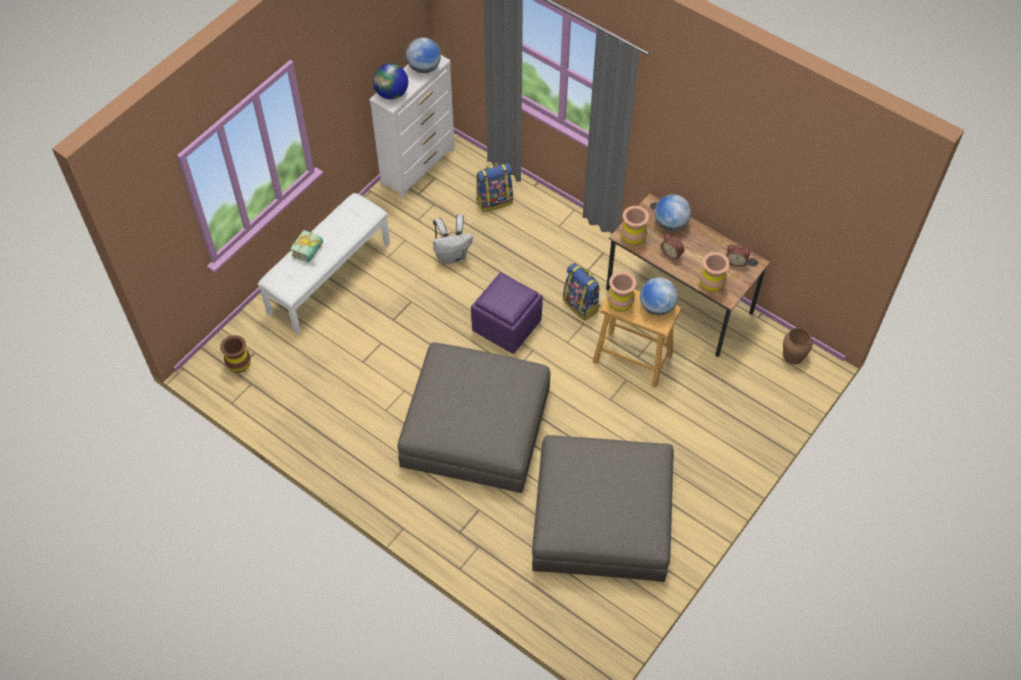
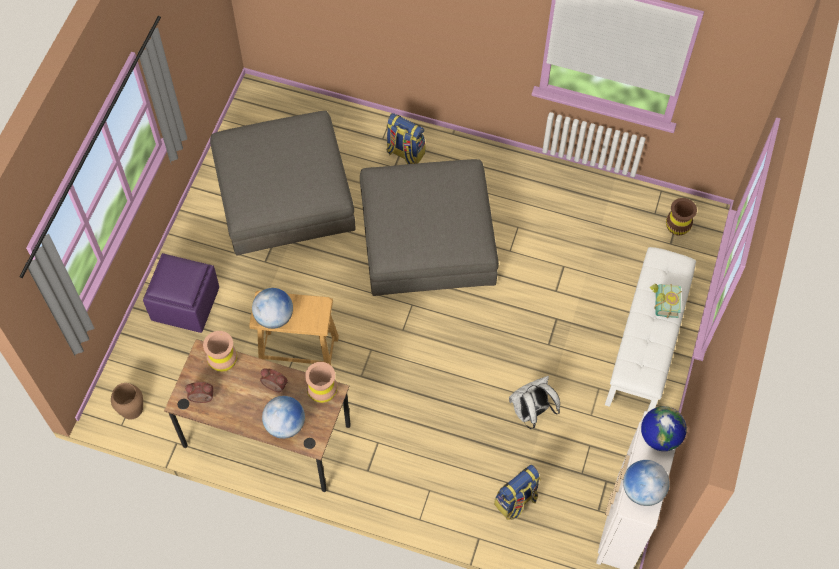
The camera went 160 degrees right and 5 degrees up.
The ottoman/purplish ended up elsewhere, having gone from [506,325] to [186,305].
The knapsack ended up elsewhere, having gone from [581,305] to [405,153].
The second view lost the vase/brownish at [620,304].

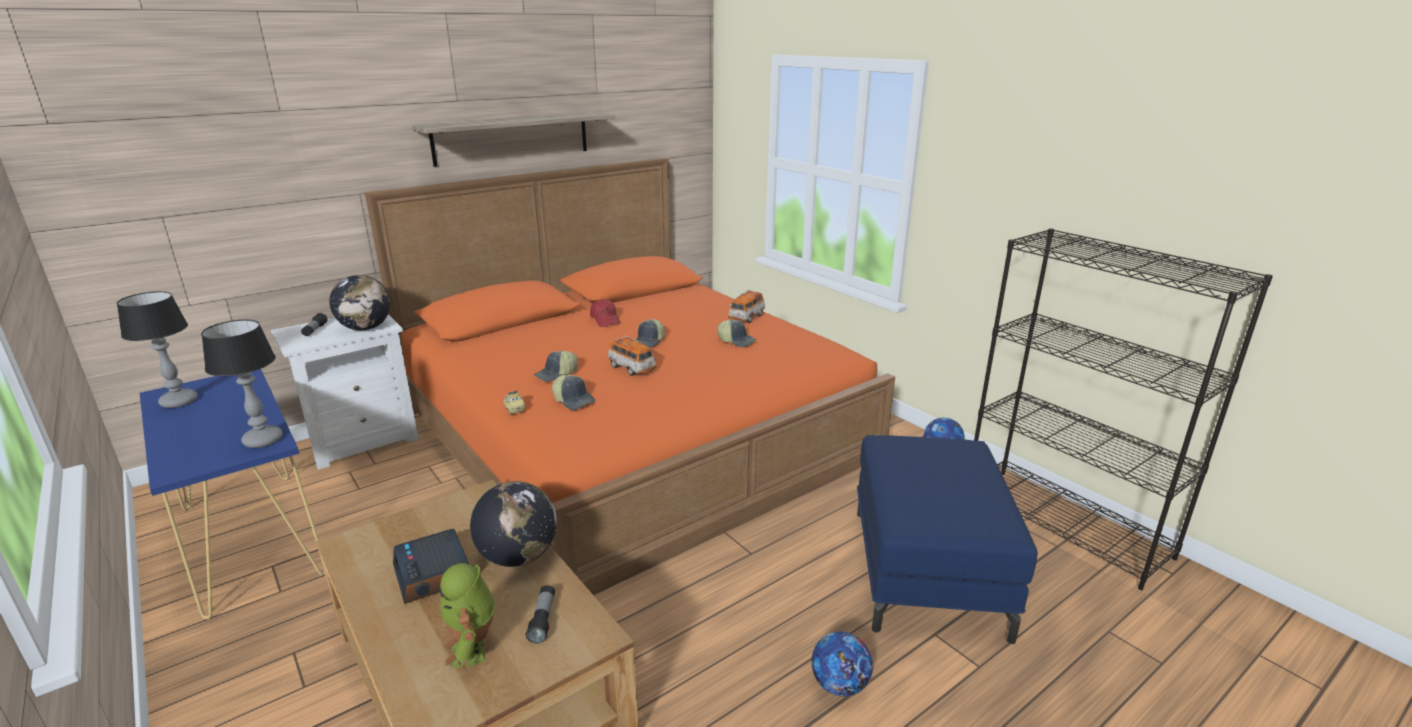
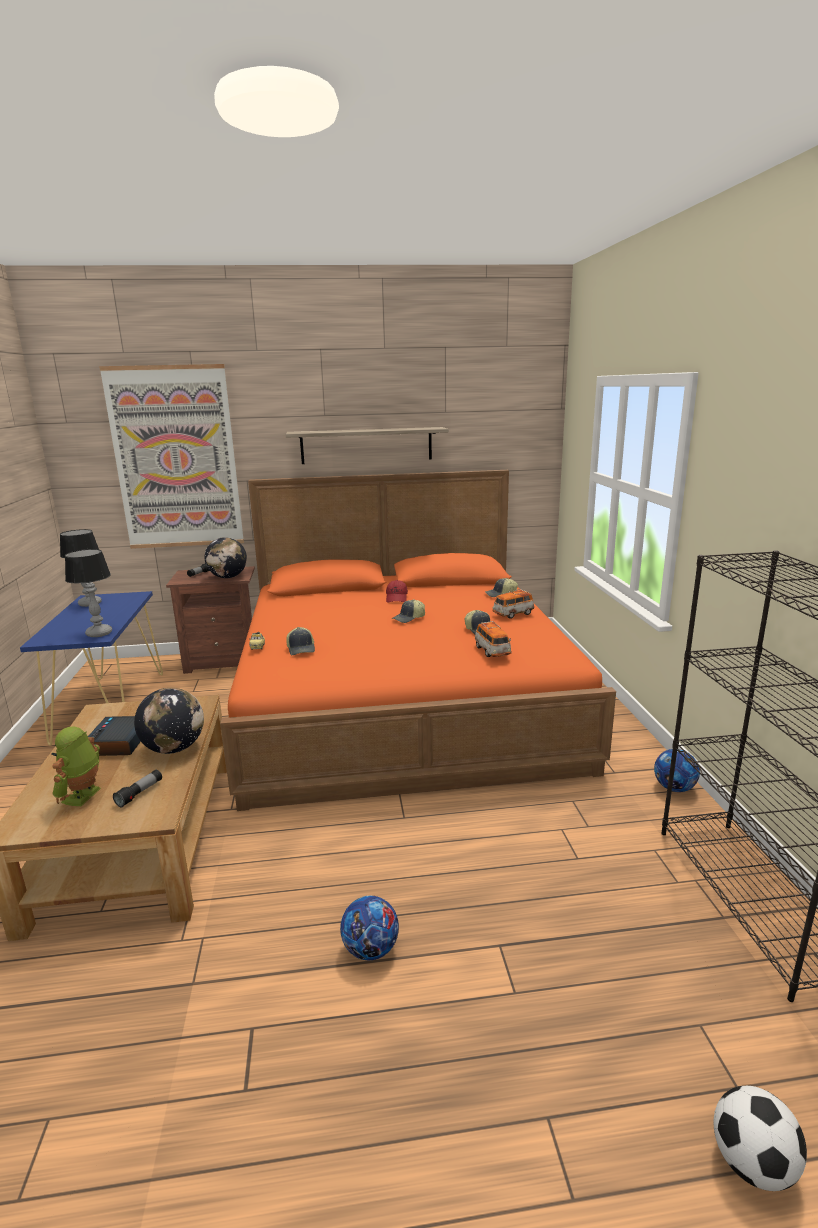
The camera went 30 degrees right and 5 degrees down.
What was the nightstand/whitish at [362,440] turned into the nightstand/brownish at [224,661].
The peaked cap ended up elsewhere, having gone from [556,375] to [501,595].
The toy car ended up elsewhere, having gone from [632,368] to [492,651].
The second view lost the ottoman/bluish at [928,571].
The second view gained the picture at [176,459].
The second view gained the ball for football at [752,1163].

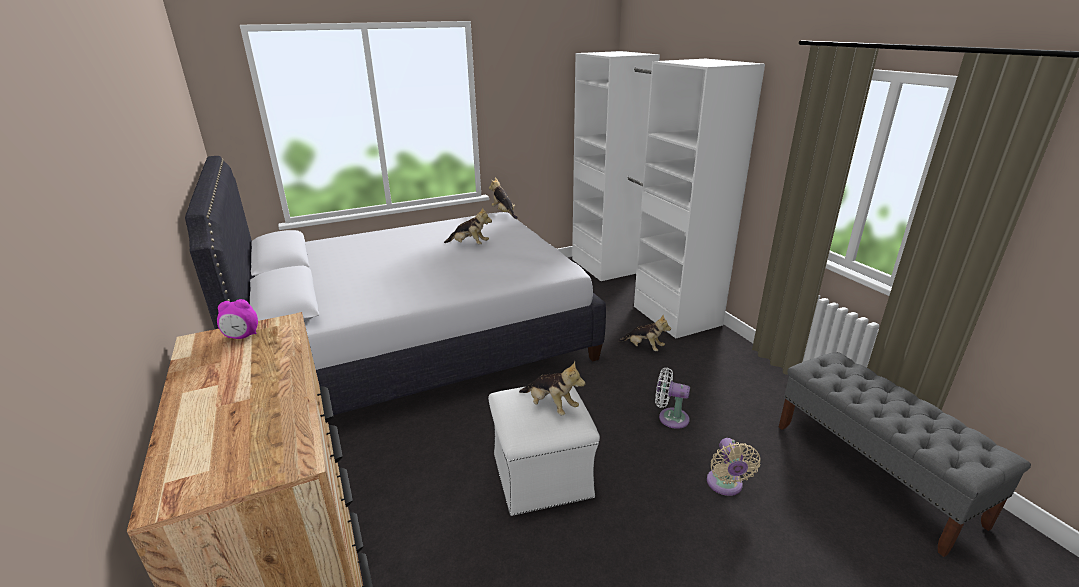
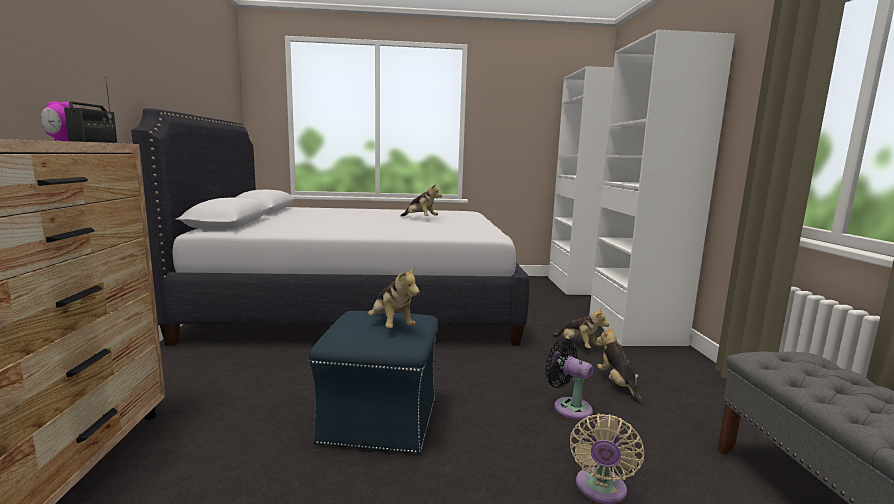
The camera went 20 degrees right and 15 degrees down.
What was the ottoman/whitish at [541,474] turned into the ottoman/bluish at [379,419].
The cuddly toy ended up elsewhere, having gone from [504,213] to [617,384].
What was the electric fan/whitish at [670,417] turned into the electric fan/blackish at [568,407].
The second view gained the radio at [94,142].

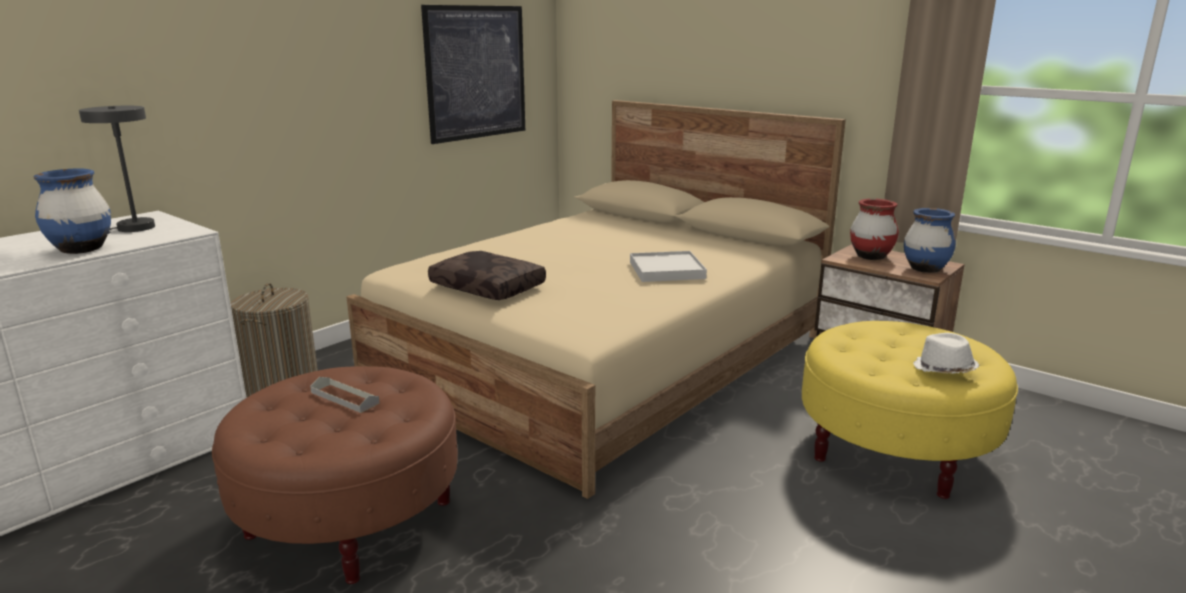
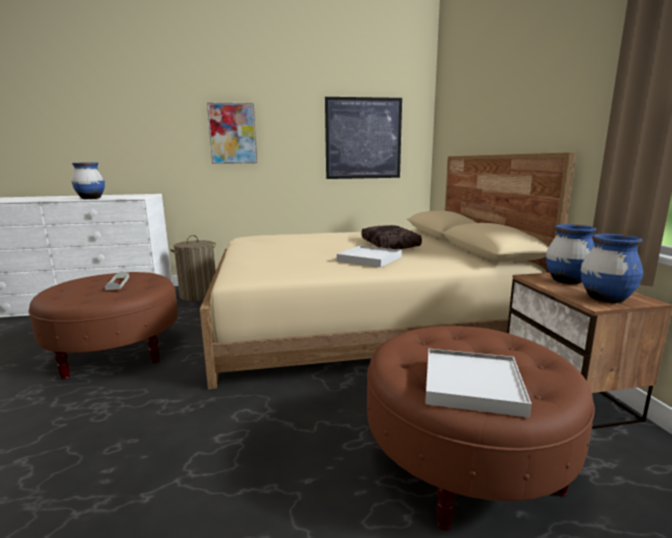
The camera went 40 degrees right and 5 degrees down.
The second view lost the lamp for a table/gray at [129,229].
The throw pillow/brownish ended up elsewhere, having gone from [489,287] to [390,245].
What was the ottoman/yellow at [894,450] turned into the ottoman/brownish at [464,461].
What was the vase/red at [870,257] turned into the vase/bluish at [567,281].
Where the wearable hat/whitish stood at [943,370], the serving tray/whitish came to stand at [472,385].
The second view gained the picture at [232,133].

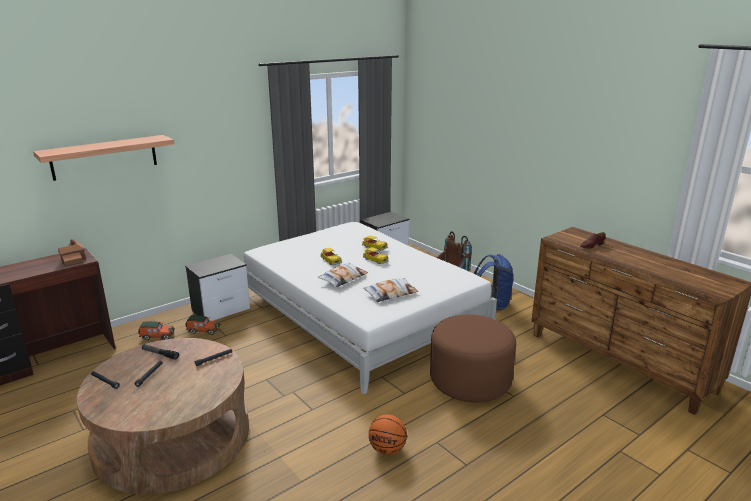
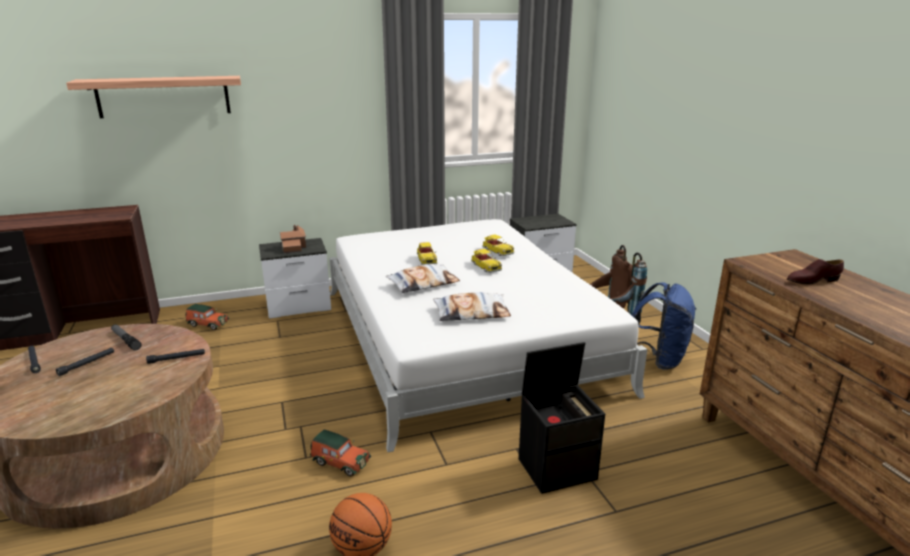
The camera went 20 degrees right and 0 degrees up.
The toy house ended up elsewhere, having gone from [73,259] to [294,247].
The toy car ended up elsewhere, having gone from [203,330] to [339,462].
Where the ottoman/brownish stood at [470,380], the storage box/blackish came to stand at [558,468].

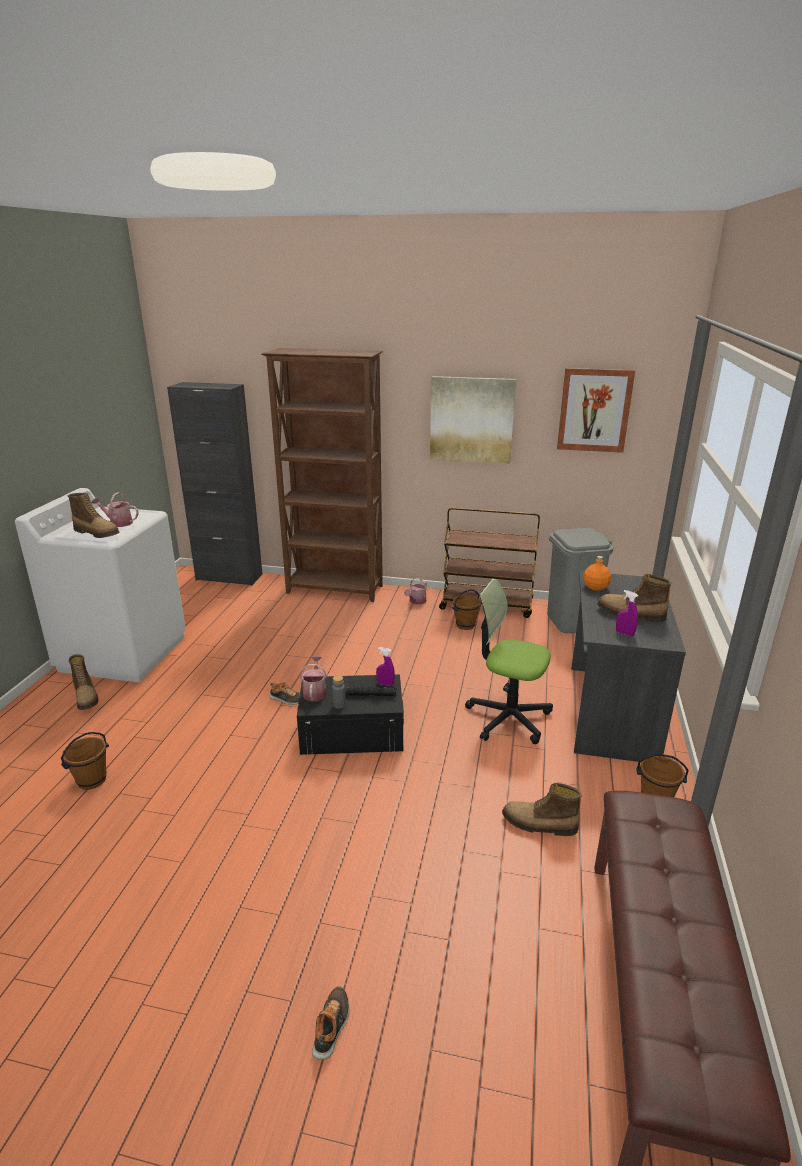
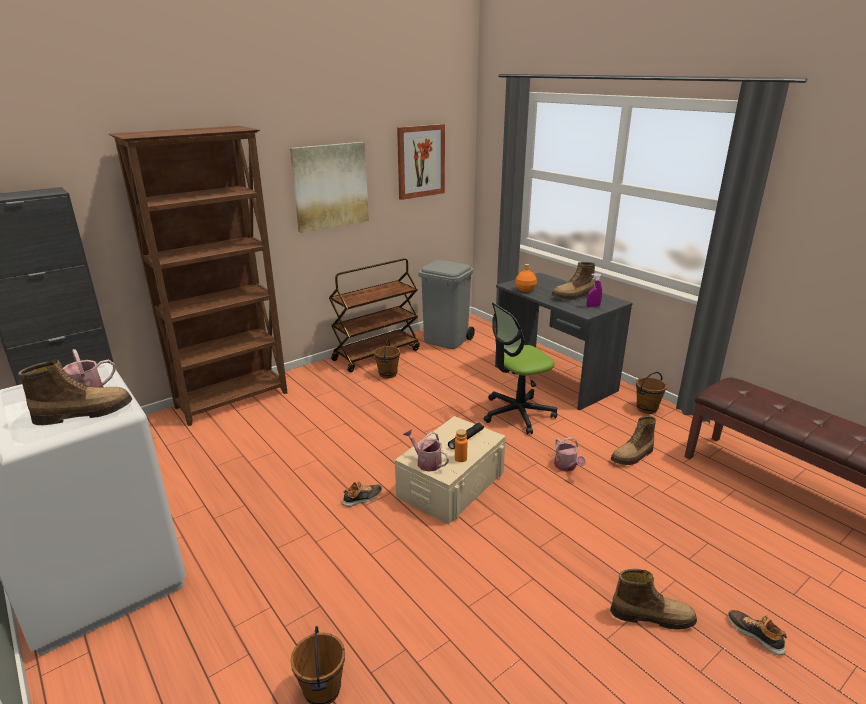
The camera went 50 degrees left and 0 degrees up.
The tall boot ended up elsewhere, having gone from [87,697] to [651,616].
What was the storage box/blackish at [352,731] turned into the storage box/beige at [451,484].
What was the drink bottle/gray at [339,705] turned into the drink bottle/orange at [460,458].
The second view lost the hand sprayer/purplish at [385,684].
The watering pot ended up elsewhere, having gone from [416,601] to [567,467].

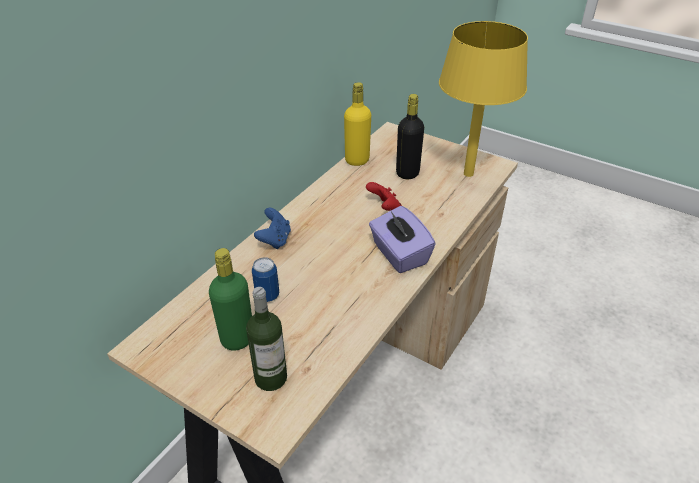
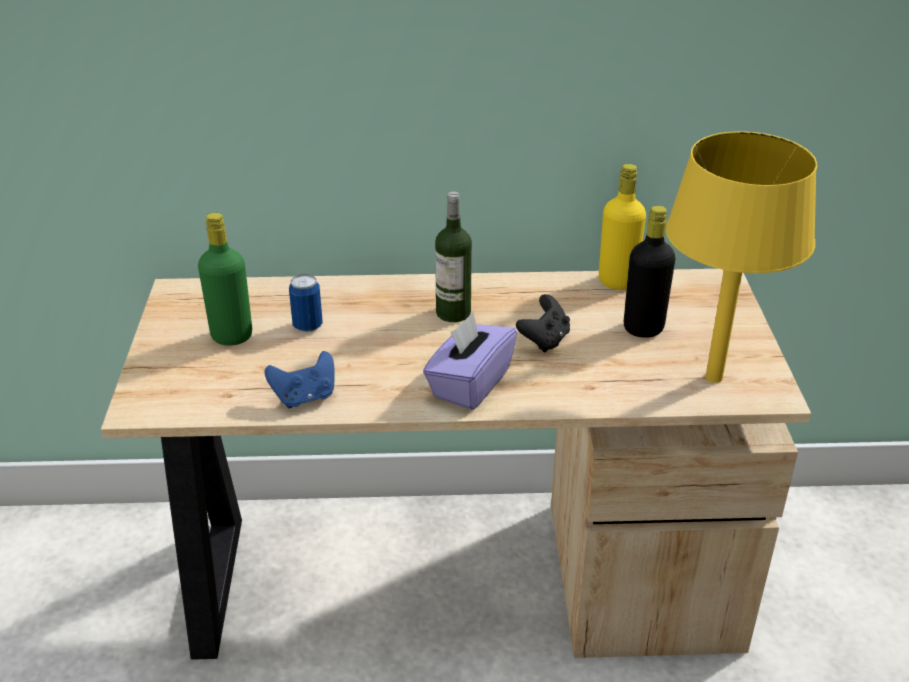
The camera went 55 degrees right and 5 degrees down.
The drink bottle ended up elsewhere, having gone from [271,378] to [453,313].
The gamepad/bluish ended up elsewhere, having gone from [275,240] to [305,397].
What was the gamepad/red at [385,209] turned into the gamepad/blackish at [544,340].

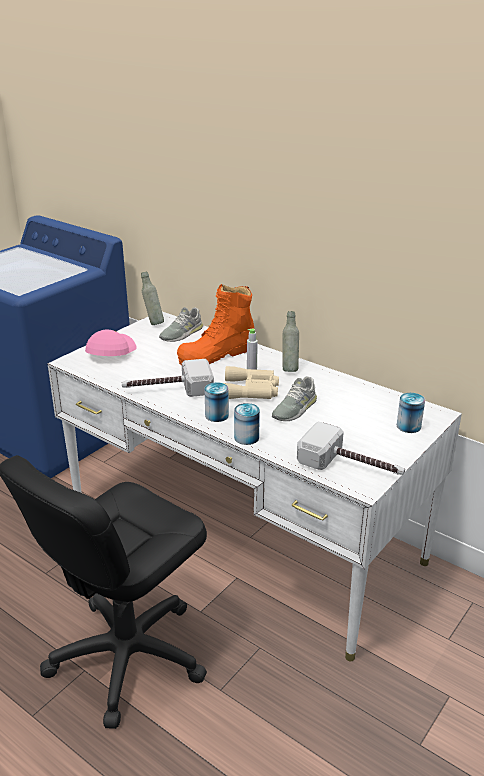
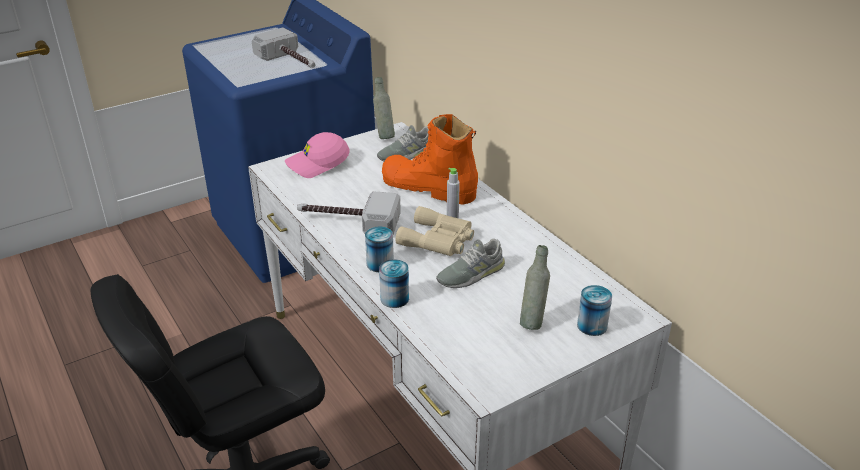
The camera went 20 degrees right and 5 degrees up.
The peaked cap/pink-coloured at [110,352] ended up facing another way, 150 degrees counterclockwise from before.
The tall boot/orange at [217,354] ended up facing another way, 45 degrees clockwise from before.
The drink bottle/gray ended up elsewhere, having gone from [289,369] to [532,321].
The tool hammer ended up elsewhere, having gone from [352,466] to [291,62].

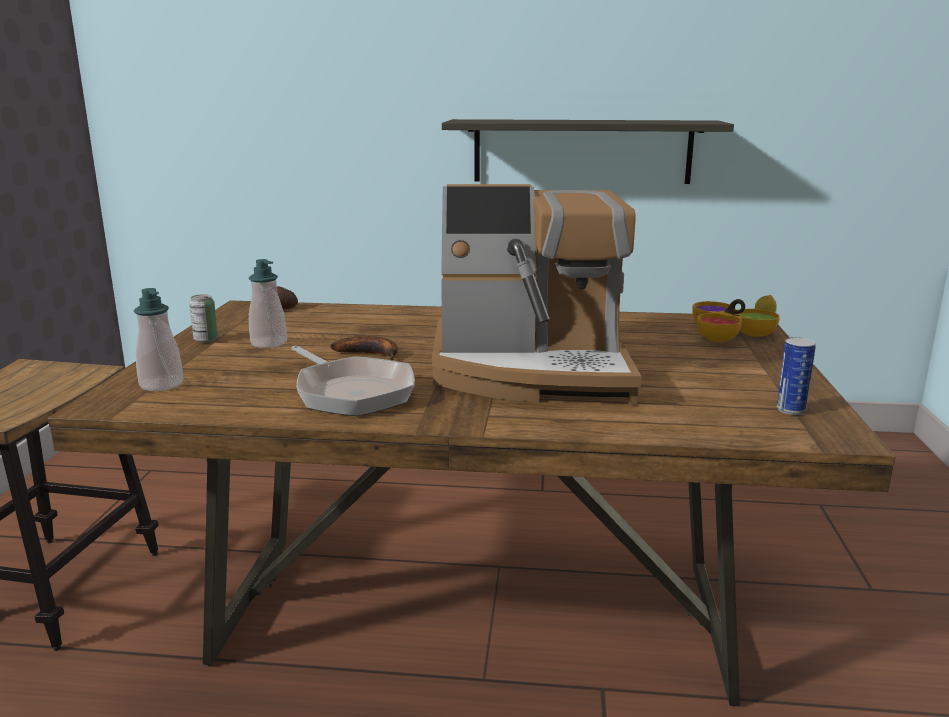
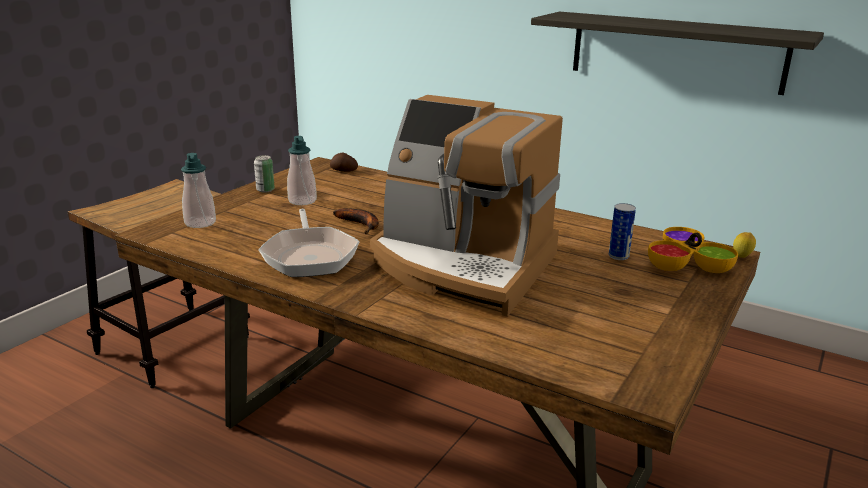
The camera went 25 degrees right and 5 degrees up.
The sealed can ended up elsewhere, having gone from [791,410] to [618,256].

